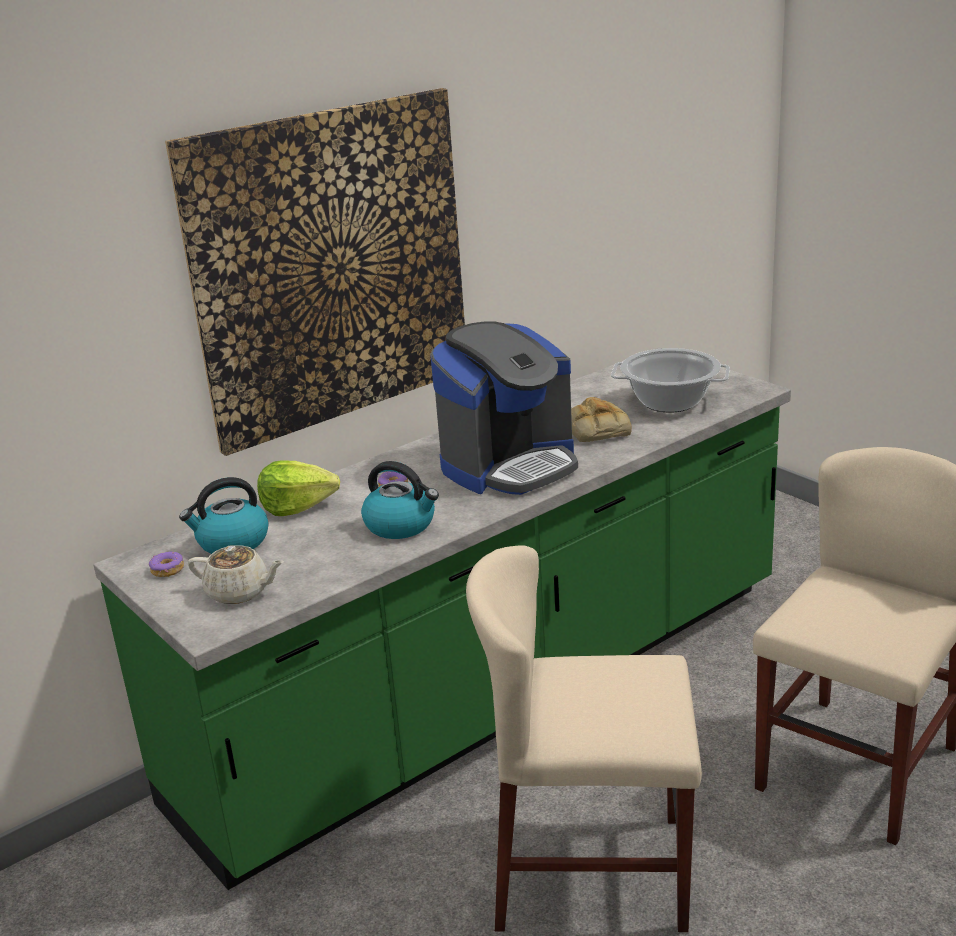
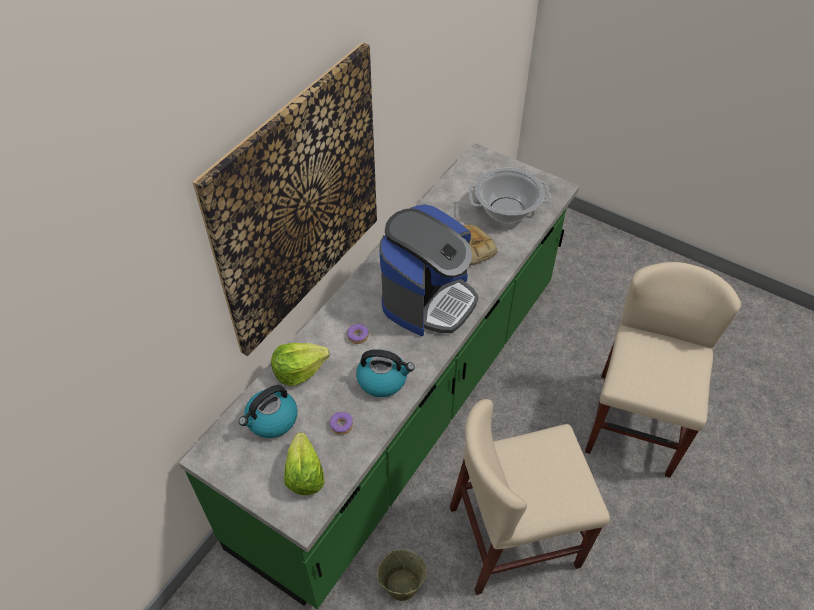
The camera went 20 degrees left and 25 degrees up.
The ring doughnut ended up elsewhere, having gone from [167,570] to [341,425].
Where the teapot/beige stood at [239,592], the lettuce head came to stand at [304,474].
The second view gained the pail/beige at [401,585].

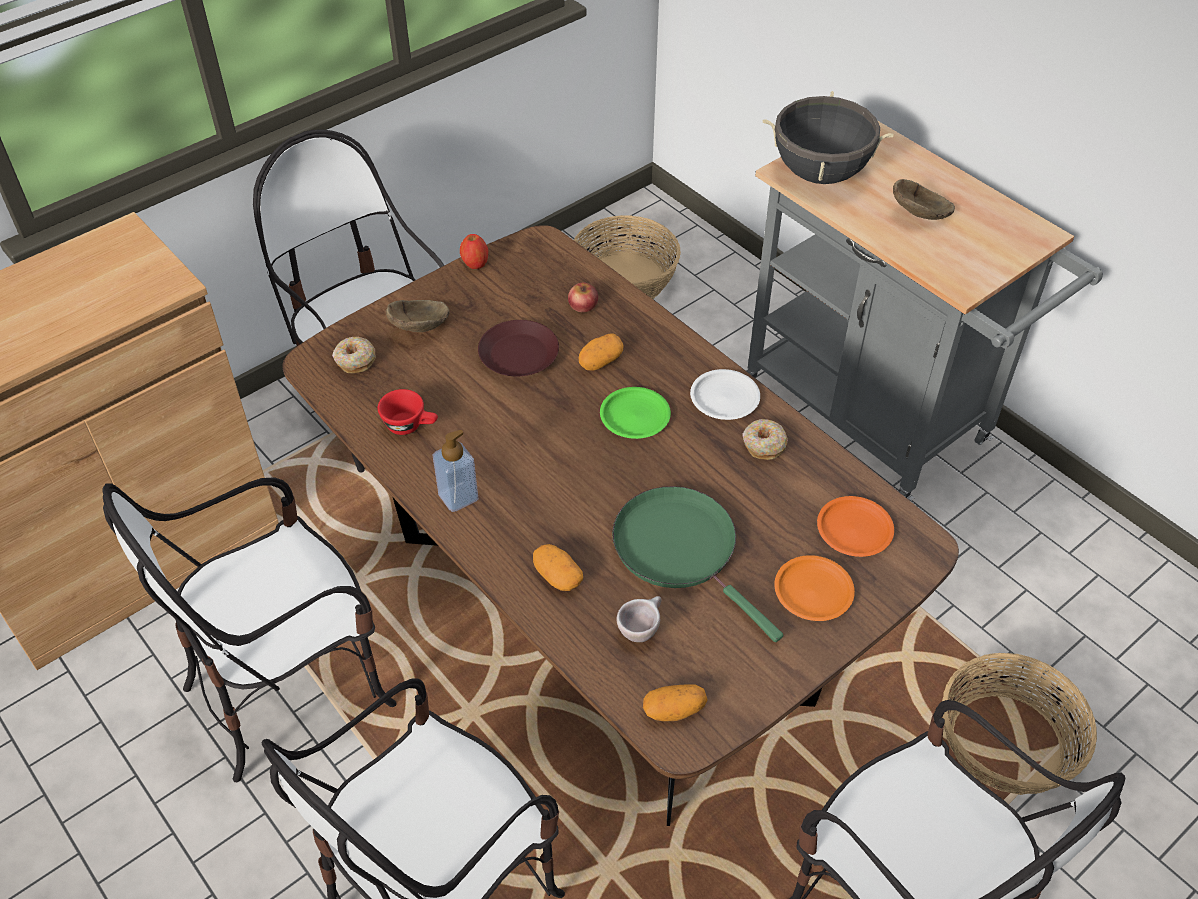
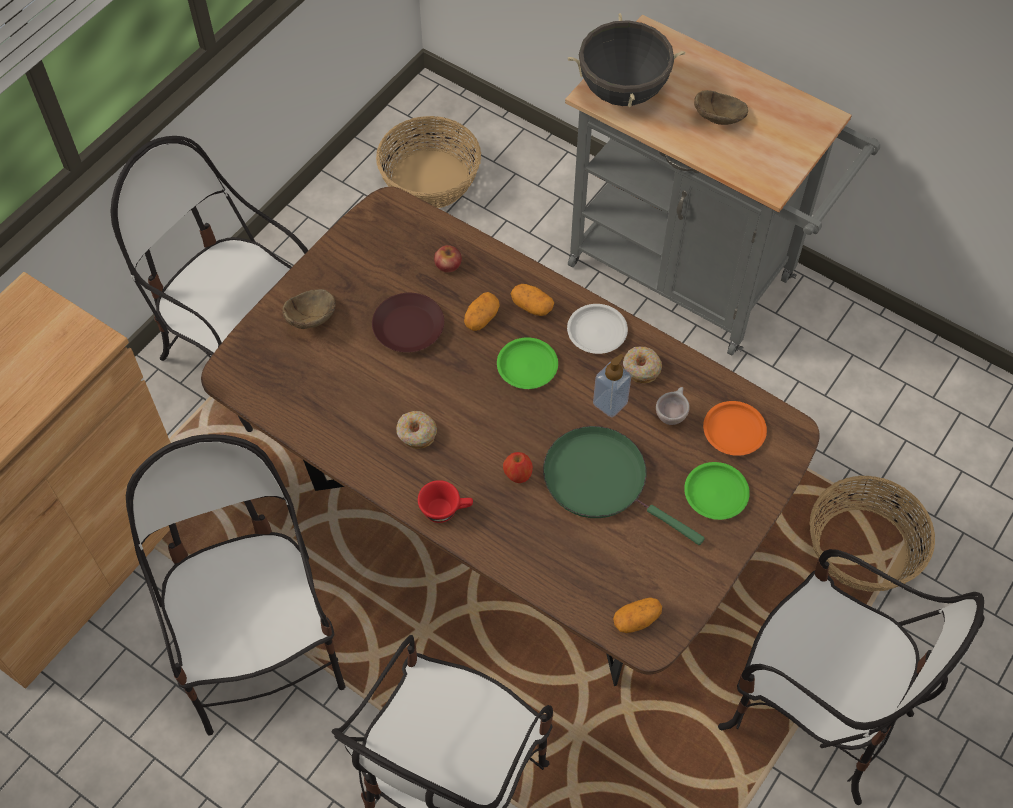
The camera went 15 degrees left and 10 degrees up.
The upright chair at [290,687] ended up facing another way, 120 degrees clockwise from before.
The ring doughnut ended up elsewhere, having gone from [355,360] to [416,433].
The small cup/red ended up elsewhere, having gone from [410,425] to [446,509].
The soap dispenser ended up elsewhere, having gone from [458,497] to [610,403].
The apple ended up elsewhere, having gone from [475,264] to [518,475].
The whole potato ended up elsewhere, having gone from [557,576] to [532,306].
The small cup/beige ended up elsewhere, having gone from [641,630] to [671,414].
What was the dinner plate/orange at [812,592] turned into the dinner plate/green-coloured at [715,493].

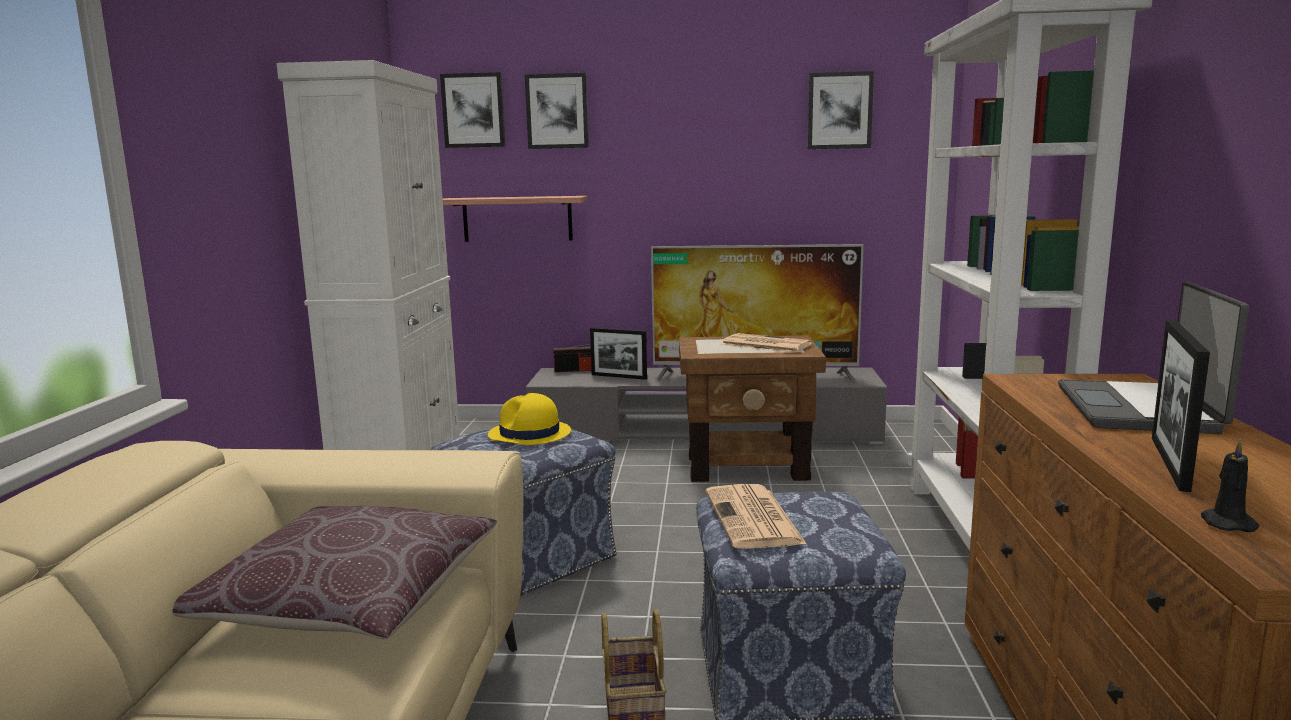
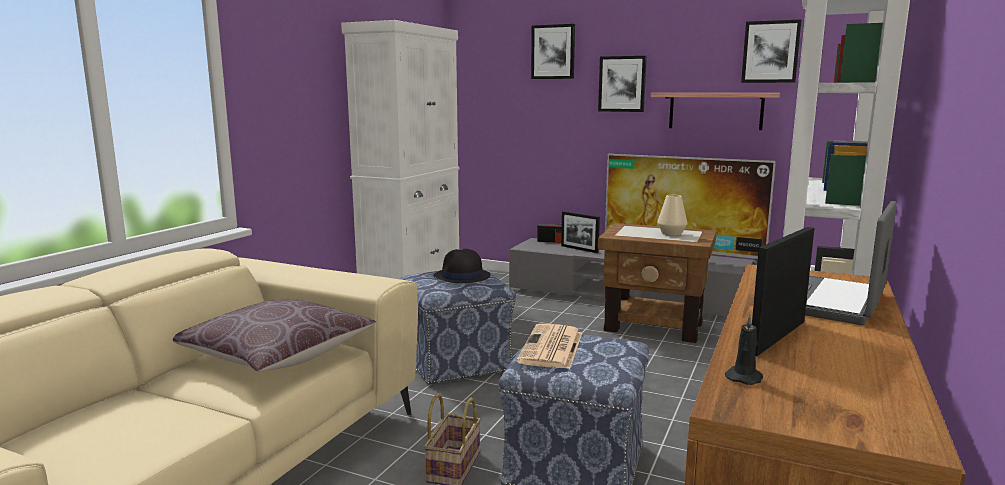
The camera went 20 degrees right and 0 degrees up.
The picture ended up elsewhere, having gone from [473,110] to [622,84].
The bracket shelf ended up elsewhere, having gone from [517,219] to [715,111].
What was the wearable hat/yellow at [529,434] turned into the wearable hat/blackish at [461,277].
Where the newspaper stood at [764,344], the vase/beige came to stand at [671,233].

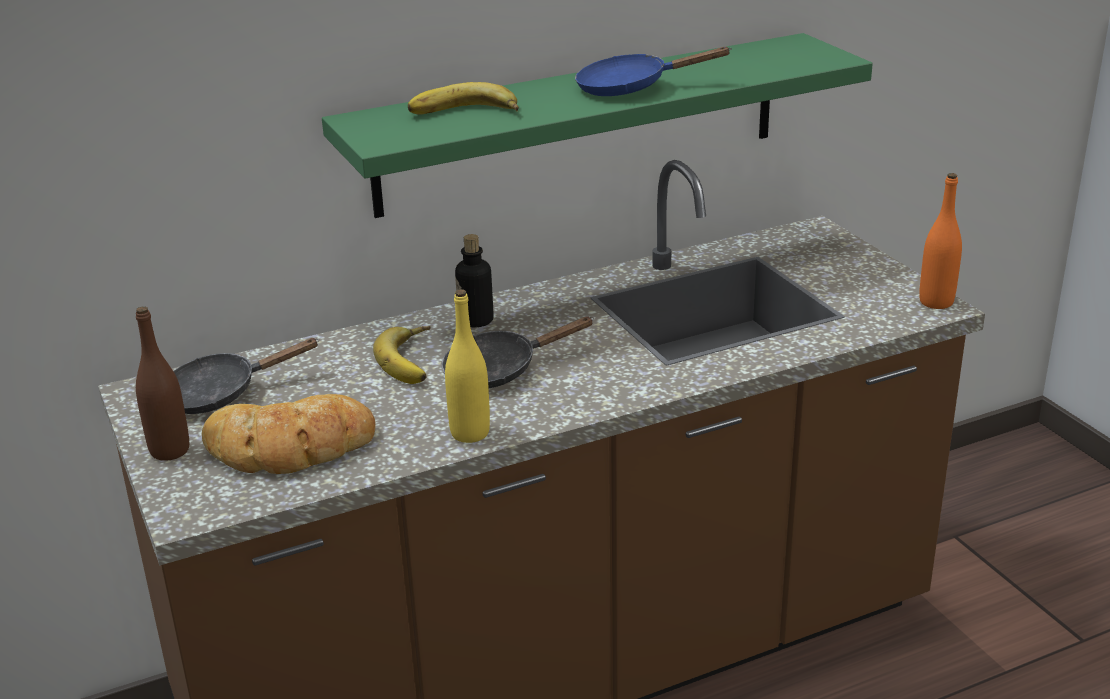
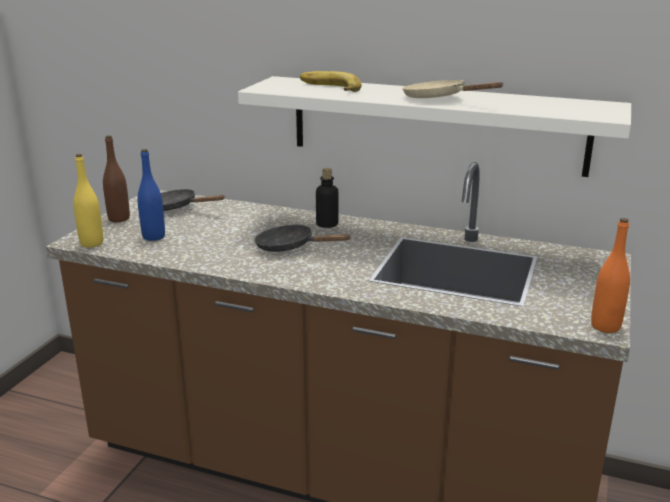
The camera went 45 degrees right and 5 degrees down.
Where the bakery bread stood at [290,447], the drink bottle/bluish came to stand at [153,237].
What was the bracket shelf/green-coloured at [580,123] turned into the bracket shelf/whitish at [435,124].
The second view lost the banana at [414,360].
The drink bottle/yellow ended up elsewhere, having gone from [470,433] to [92,243].
What was the pan/bluish at [631,87] turned into the pan/beige at [439,99].

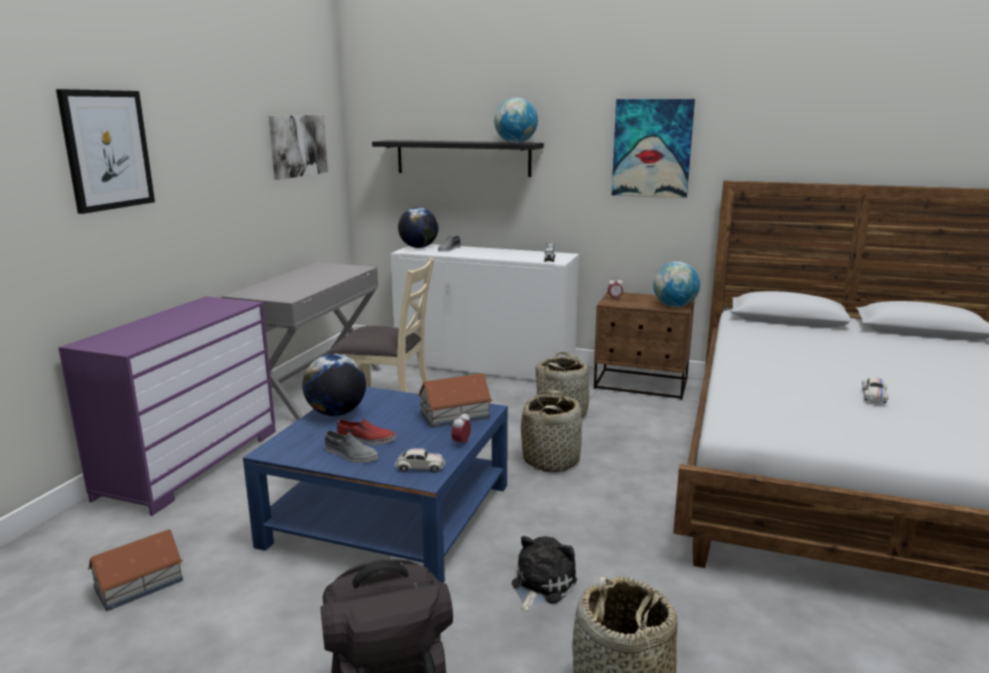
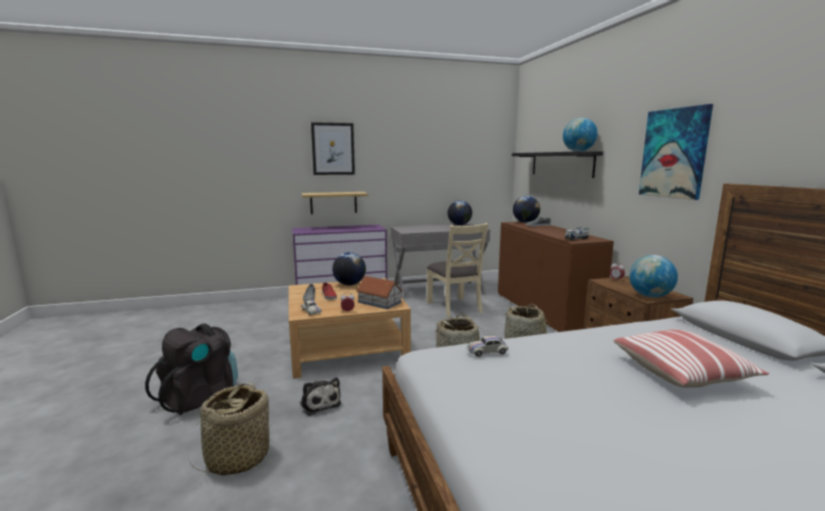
The camera went 55 degrees right and 5 degrees down.
The second view lost the toy house at [137,584].
What was the coffee table/bluish at [390,514] turned into the coffee table/beige at [346,346].
The second view lost the picture at [298,145].
What was the cupboard/whitish at [485,366] turned into the cupboard/brownish at [544,311].
The cuddly toy at [541,585] ended up facing another way, 60 degrees clockwise from before.
The toy car/whitish ended up elsewhere, having gone from [874,396] to [487,351].
The second view gained the bracket shelf at [333,202].
The second view gained the world globe at [459,225].
The second view gained the throw pillow at [682,372].

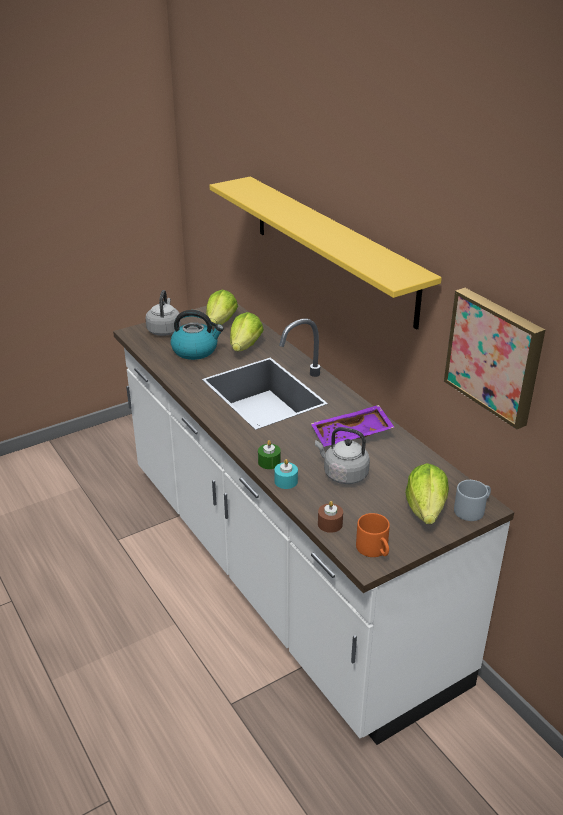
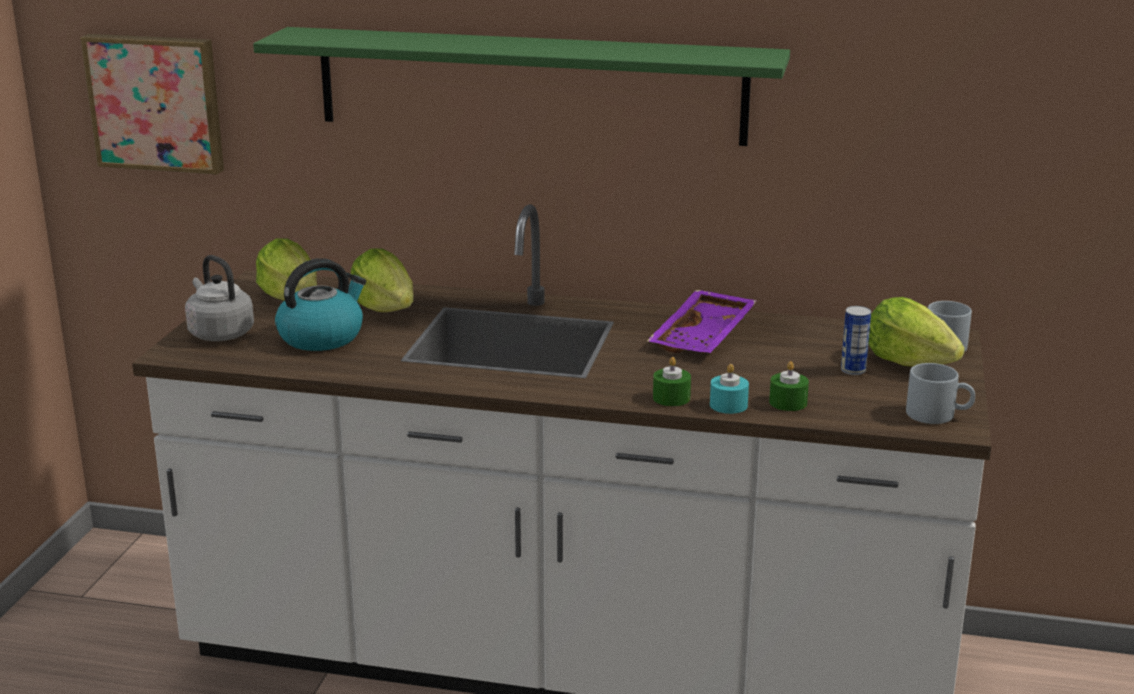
The camera went 45 degrees left and 10 degrees down.
What was the bracket shelf/yellow at [332,248] turned into the bracket shelf/green-coloured at [529,85].
The second view lost the kettle/gray at [343,474].
The second view lost the candle/brownish at [330,524].
What was the coffee mug/orange at [375,550] turned into the coffee mug/gray at [938,414].
The picture ended up elsewhere, having gone from [495,355] to [157,102].
The second view gained the candle/green-coloured at [788,402].
The second view gained the sealed can at [853,370].

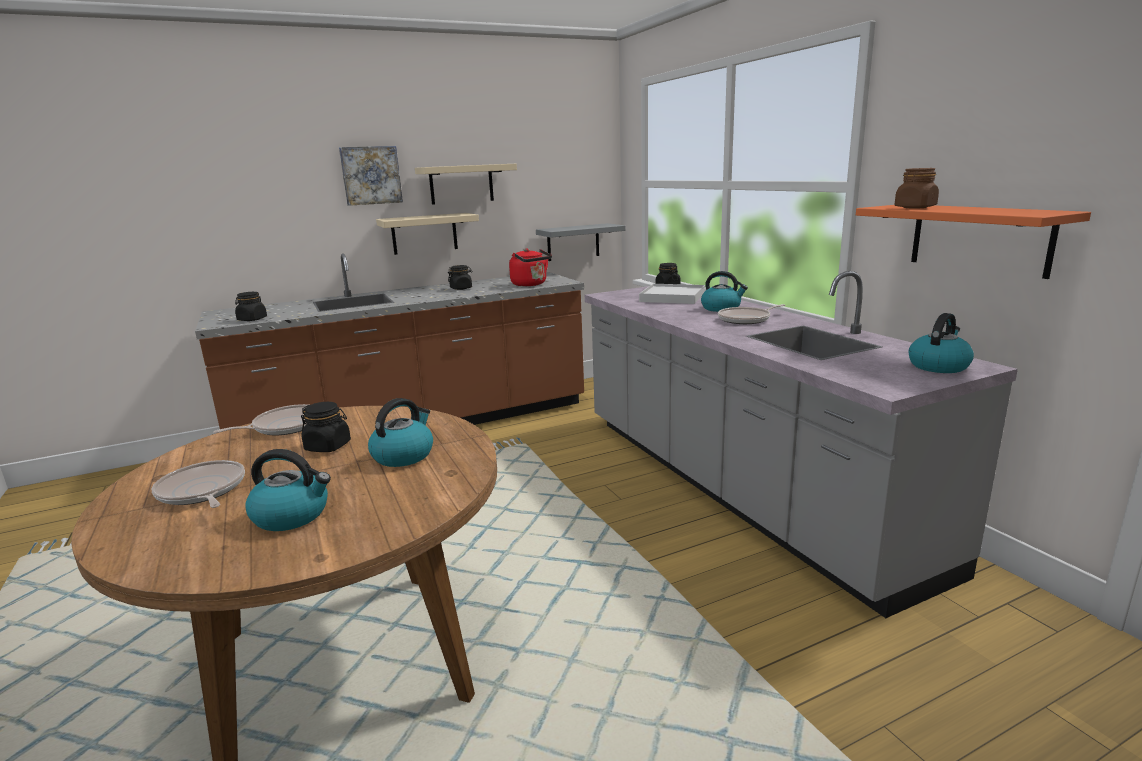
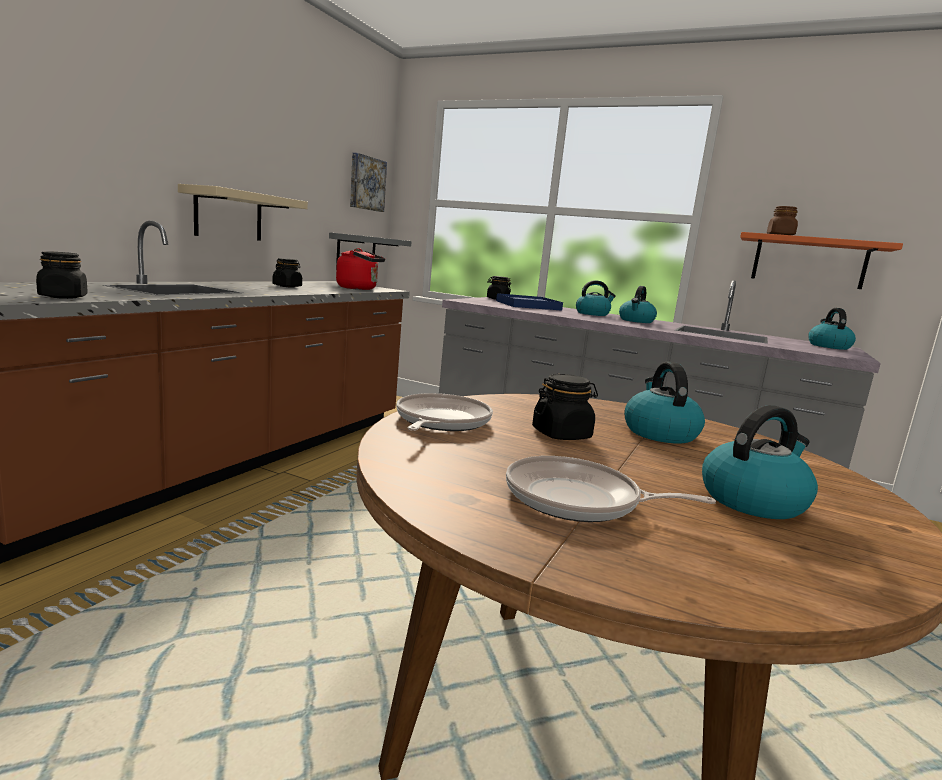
The camera went 40 degrees left and 5 degrees down.
The picture ended up elsewhere, having gone from [371,175] to [366,183].
The second view lost the bracket shelf/beige at [461,184].
What was the serving tray/whitish at [672,297] turned into the serving tray/bluish at [528,305].
Where the pan stood at [746,319], the kettle came to stand at [636,321].

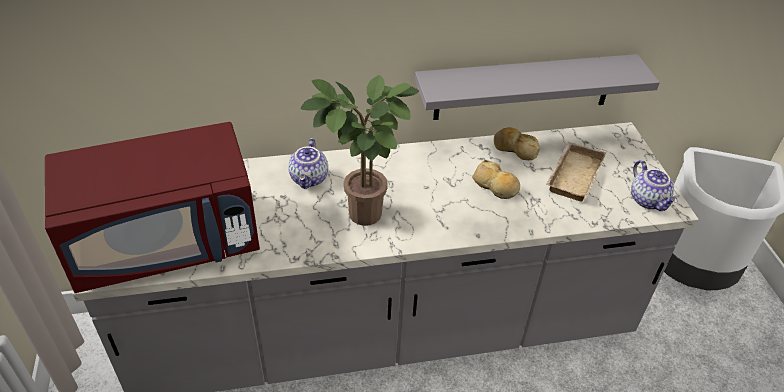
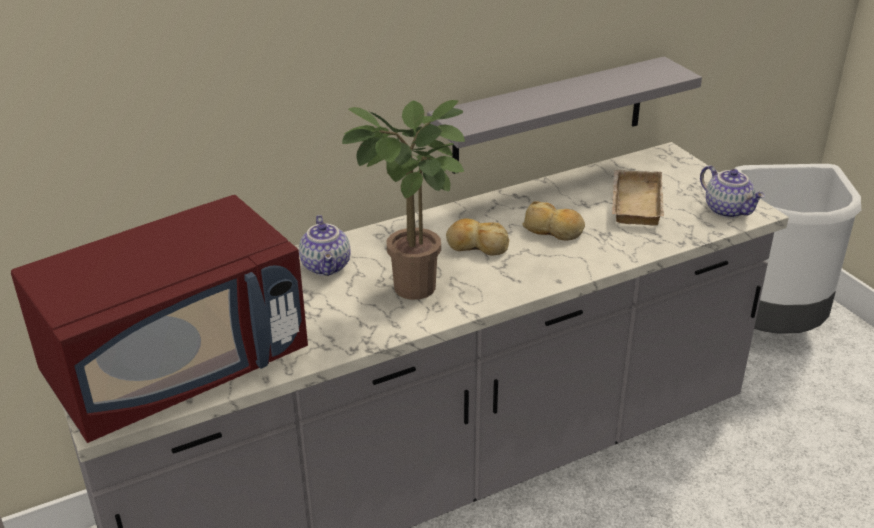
The camera went 15 degrees left and 10 degrees down.
The bakery bread ended up elsewhere, having gone from [515,149] to [477,245].

